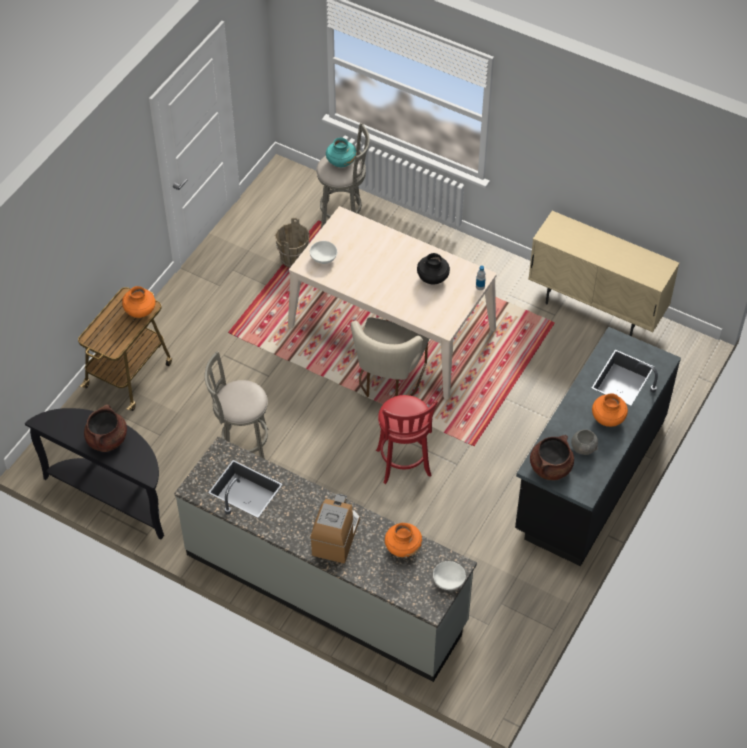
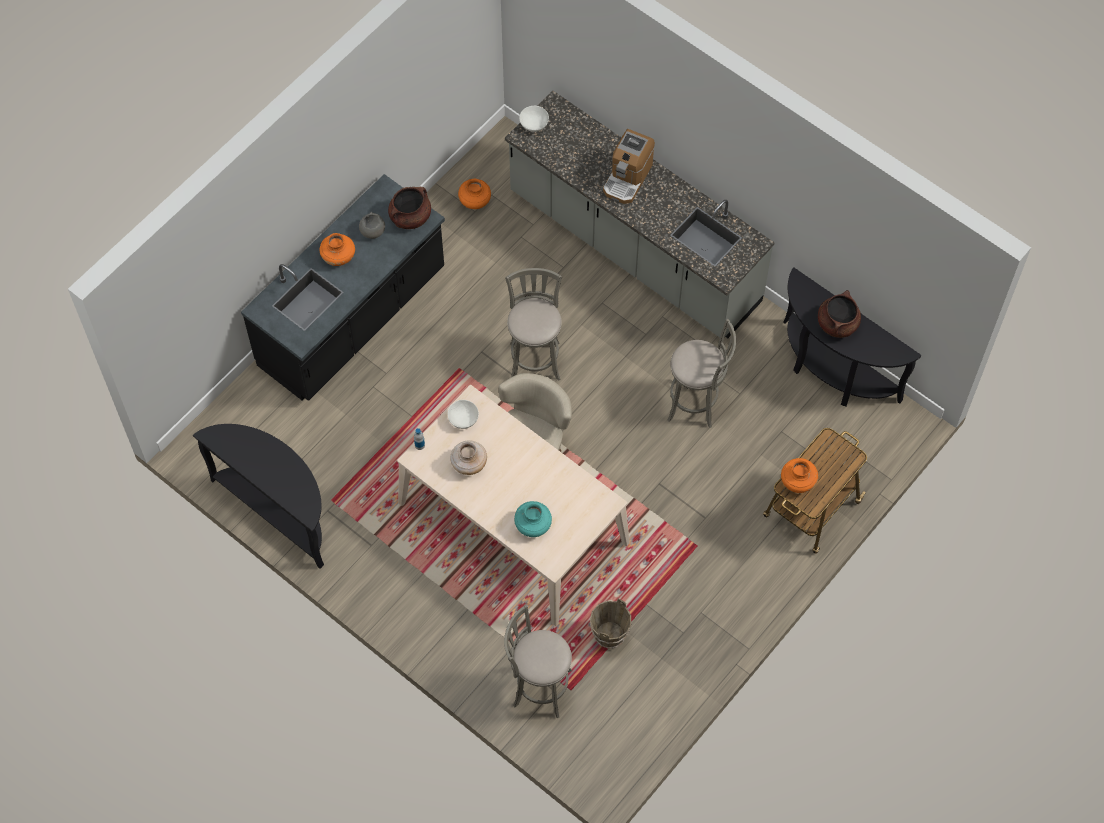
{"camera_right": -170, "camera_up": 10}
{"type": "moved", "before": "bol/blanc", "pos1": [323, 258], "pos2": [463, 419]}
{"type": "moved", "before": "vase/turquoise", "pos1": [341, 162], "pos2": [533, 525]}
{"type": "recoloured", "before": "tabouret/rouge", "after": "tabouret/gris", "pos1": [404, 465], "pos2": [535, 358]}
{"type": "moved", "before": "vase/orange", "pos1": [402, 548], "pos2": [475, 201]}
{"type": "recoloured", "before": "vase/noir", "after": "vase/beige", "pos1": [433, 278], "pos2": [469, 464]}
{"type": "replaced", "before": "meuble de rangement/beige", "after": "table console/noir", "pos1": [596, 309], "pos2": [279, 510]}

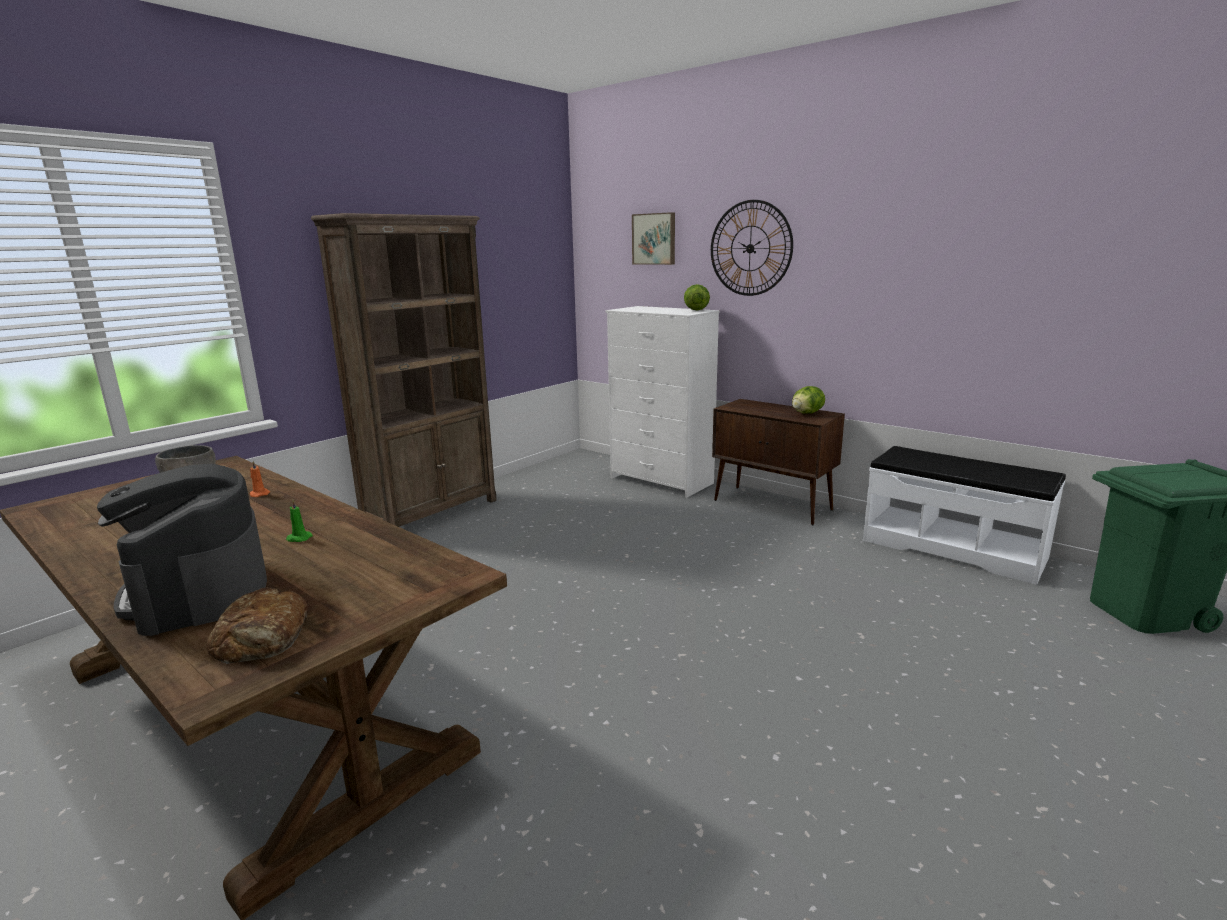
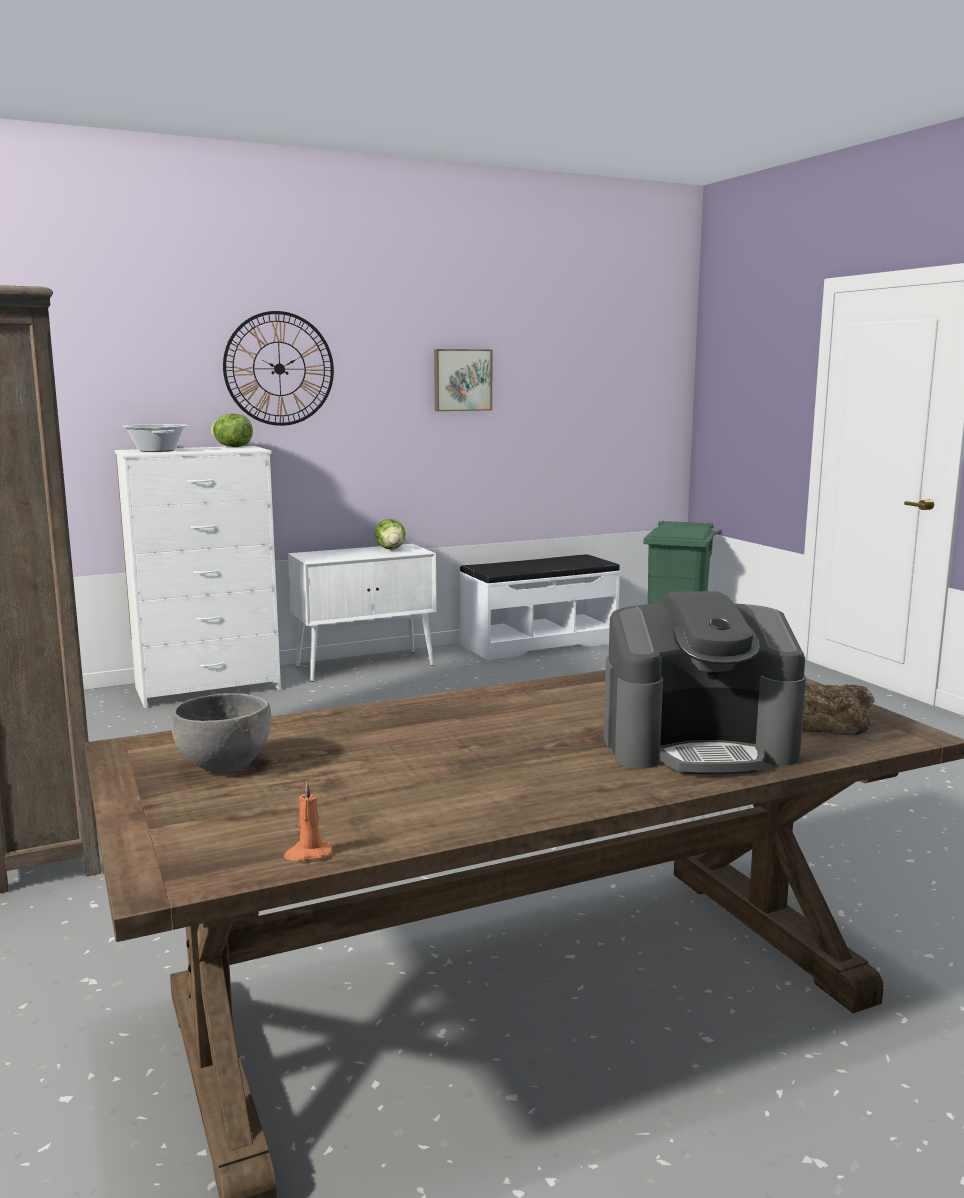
{"camera_right": -65, "camera_up": -5}
{"type": "moved", "before": "bougie/orange", "pos1": [259, 494], "pos2": [307, 854]}
{"type": "removed", "before": "bougie/vert", "pos1": [298, 538]}
{"type": "moved", "before": "tableau", "pos1": [654, 239], "pos2": [462, 380]}
{"type": "recoloured", "before": "meuble de rangement/marron", "after": "meuble de rangement/blanc", "pos1": [773, 505], "pos2": [366, 666]}
{"type": "added", "after": "marmite", "pos2": [157, 450]}

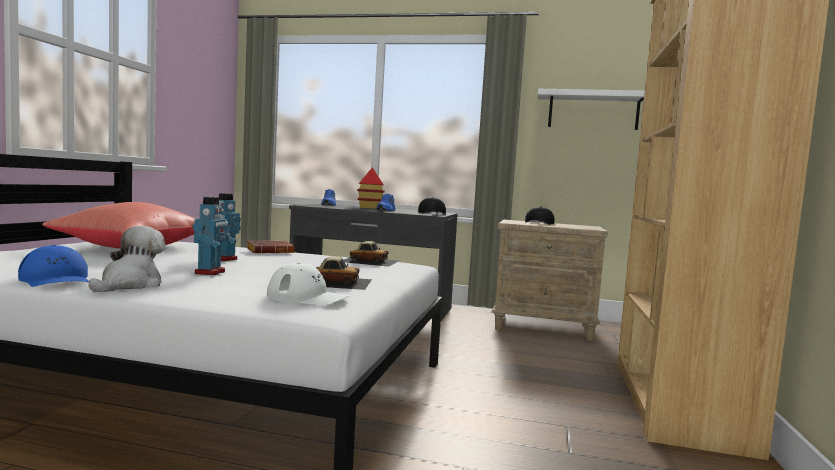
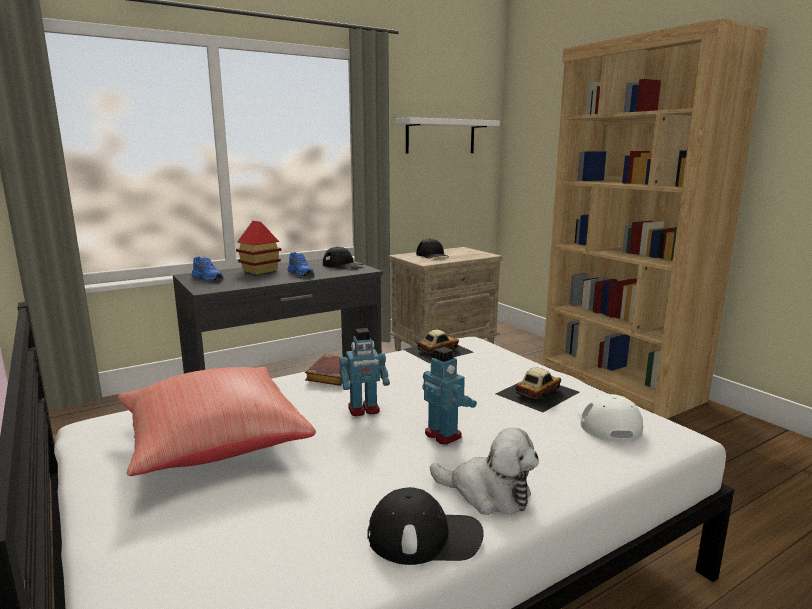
{"camera_right": -45, "camera_up": 10}
{"type": "recoloured", "before": "casquette/bleu", "after": "casquette/noir", "pos1": [56, 280], "pos2": [425, 536]}
{"type": "turned", "before": "peluche", "pos1": [130, 285], "pos2": [487, 493], "turn": 150}
{"type": "turned", "before": "casquette/blanc", "pos1": [308, 297], "pos2": [607, 422], "turn": -60}

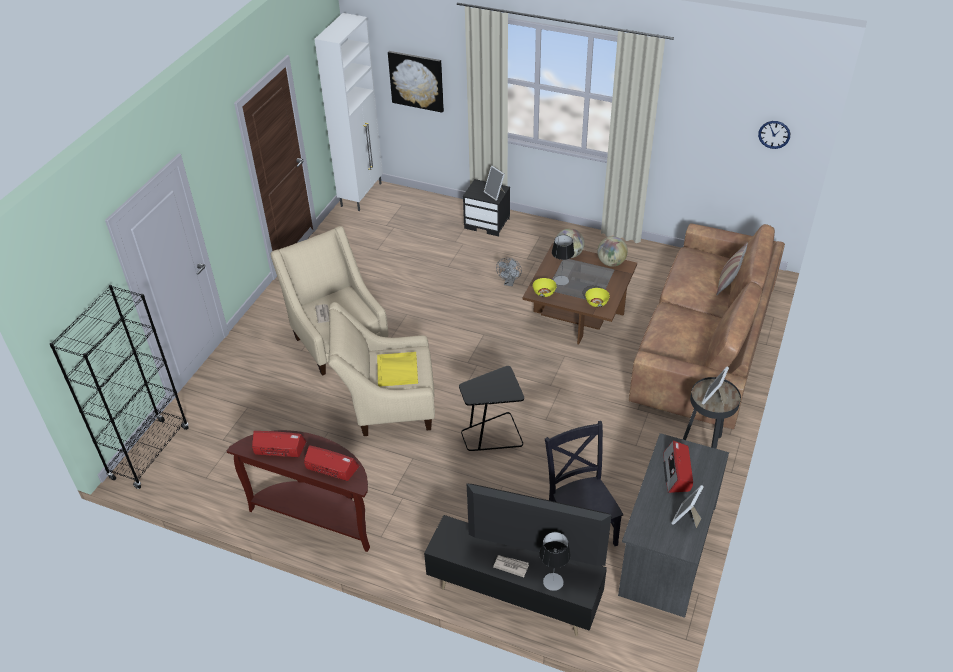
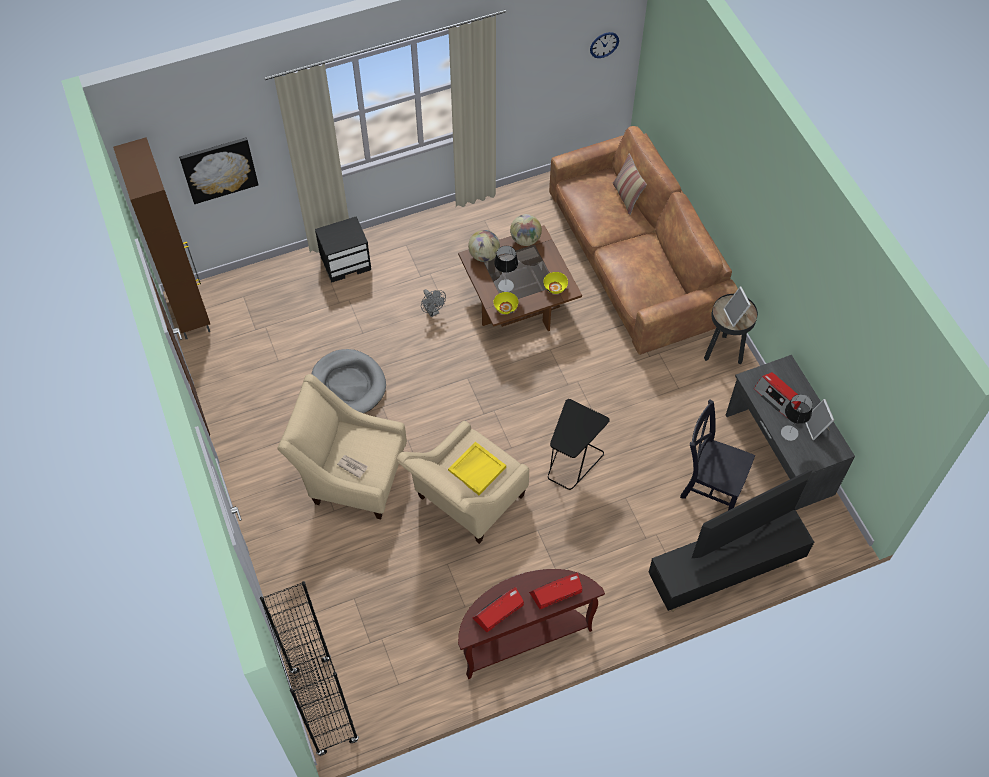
{"camera_right": -45, "camera_up": 15}
{"type": "recoloured", "before": "meuble de rangement/blanc", "after": "meuble de rangement/marron", "pos1": [362, 194], "pos2": [190, 311]}
{"type": "removed", "before": "cadre photo", "pos1": [495, 194]}
{"type": "removed", "before": "journal", "pos1": [511, 566]}
{"type": "moved", "before": "lampe de table", "pos1": [553, 582], "pos2": [789, 433]}
{"type": "added", "after": "panier pour chien/gris", "pos2": [348, 385]}

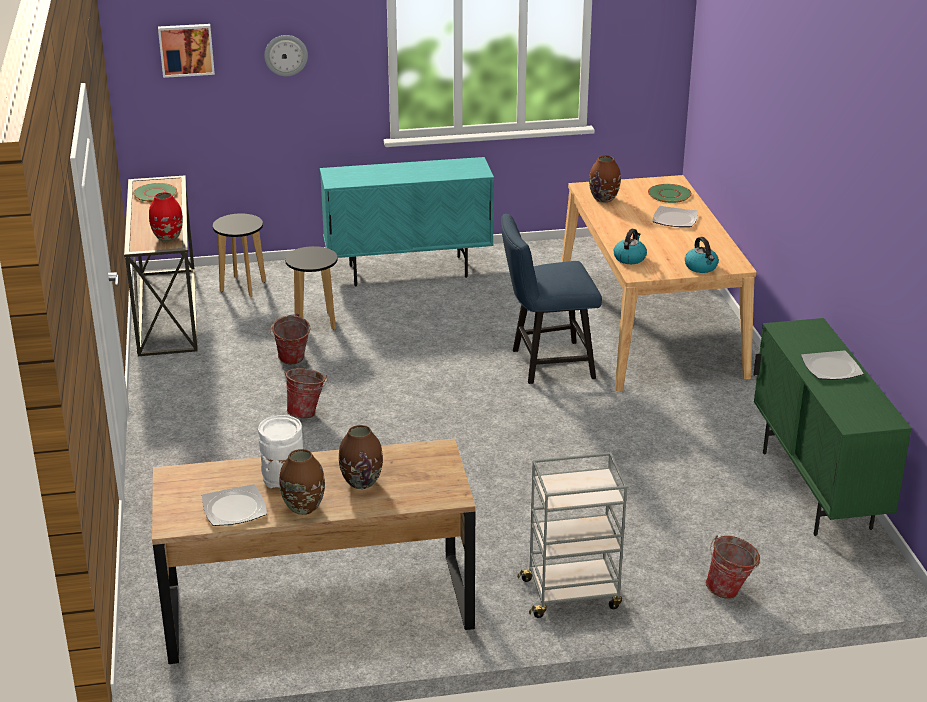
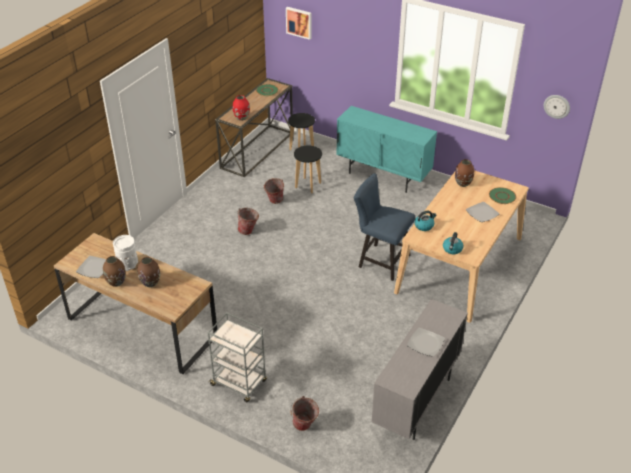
{"camera_right": 40, "camera_up": 10}
{"type": "moved", "before": "horloge murale", "pos1": [285, 55], "pos2": [557, 106]}
{"type": "recoloured", "before": "meuble de rangement/vert", "after": "meuble de rangement/gris", "pos1": [816, 490], "pos2": [416, 402]}

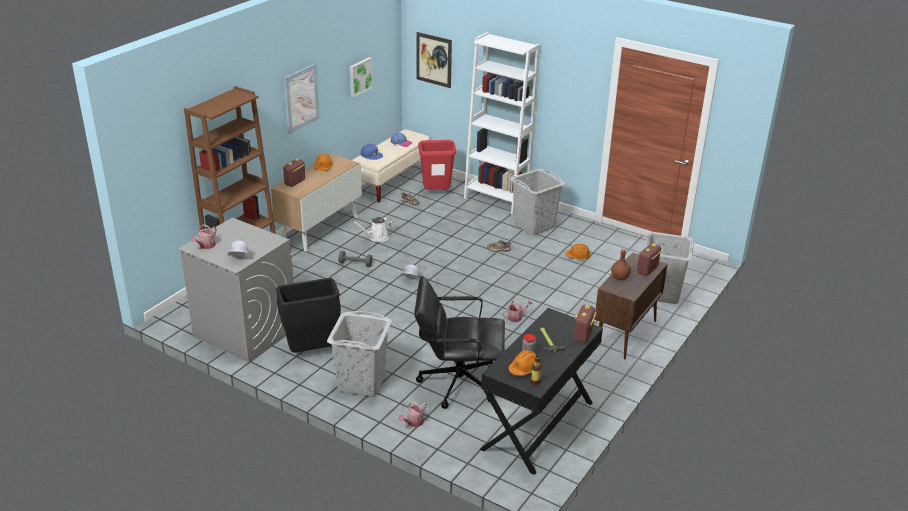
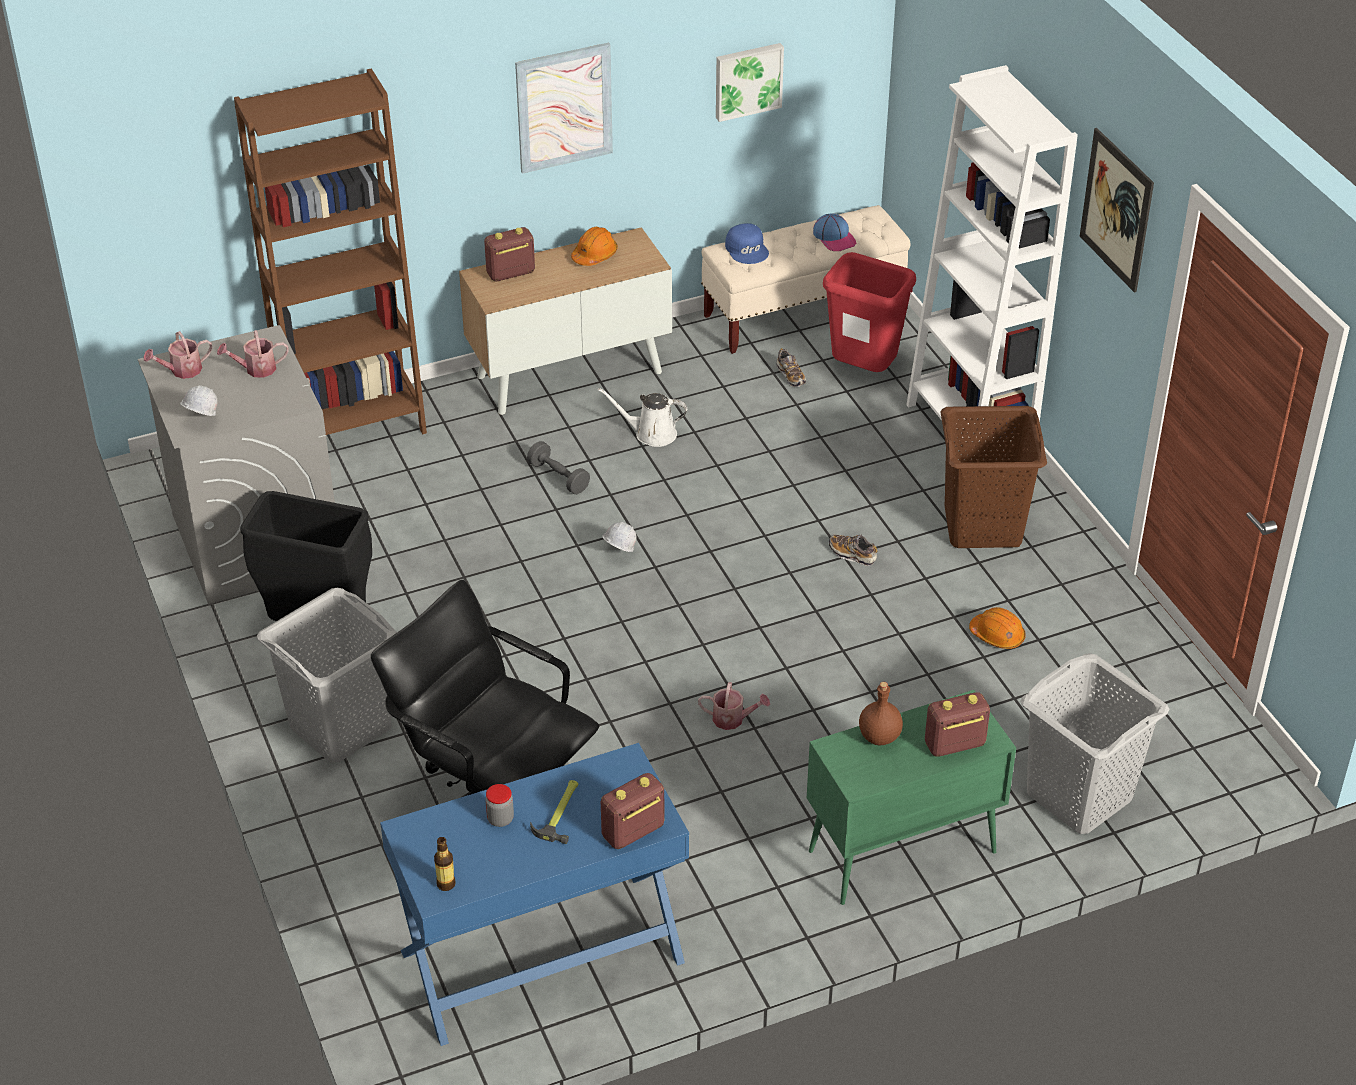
{"camera_right": 35, "camera_up": 10}
{"type": "moved", "before": "arrosoir", "pos1": [413, 423], "pos2": [256, 369]}
{"type": "moved", "before": "tableau", "pos1": [434, 60], "pos2": [1116, 210]}
{"type": "recoloured", "before": "bureau/noir", "after": "bureau/bleu", "pos1": [538, 426], "pos2": [542, 958]}
{"type": "removed", "before": "casque de chantier/orange", "pos1": [524, 368]}
{"type": "recoloured", "before": "panier à linge/gris", "after": "panier à linge/marron", "pos1": [534, 225], "pos2": [983, 526]}
{"type": "recoloured", "before": "meuble de rangement/marron", "after": "meuble de rangement/vert", "pos1": [625, 334], "pos2": [900, 853]}

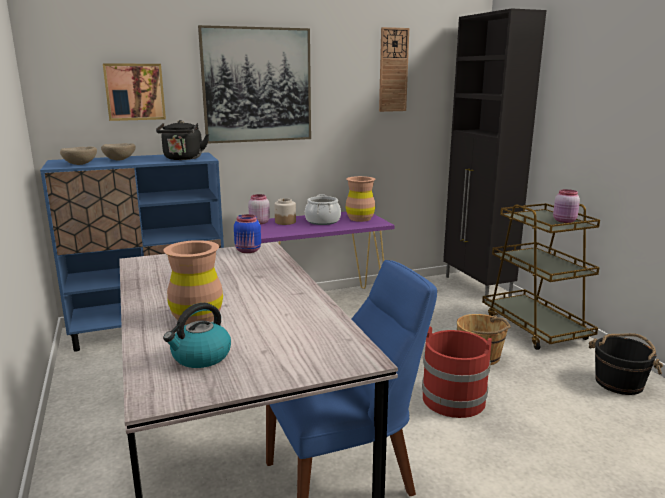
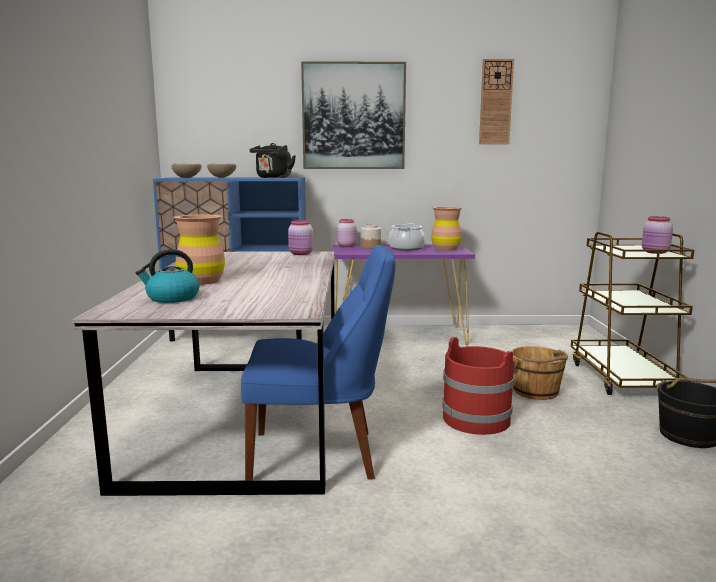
{"camera_right": 20, "camera_up": -5}
{"type": "removed", "before": "tableau", "pos1": [134, 92]}
{"type": "recoloured", "before": "bocal/bleu", "after": "bocal/rose", "pos1": [248, 251], "pos2": [301, 254]}
{"type": "removed", "before": "meuble de rangement/noir", "pos1": [477, 287]}

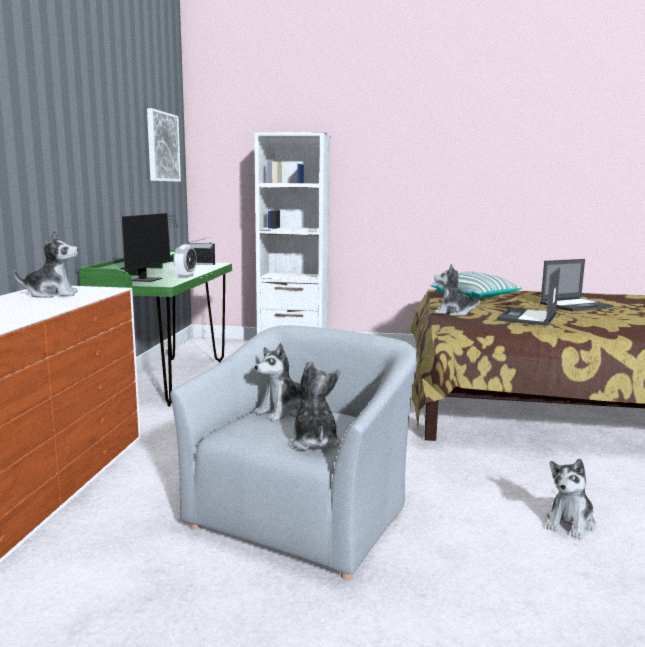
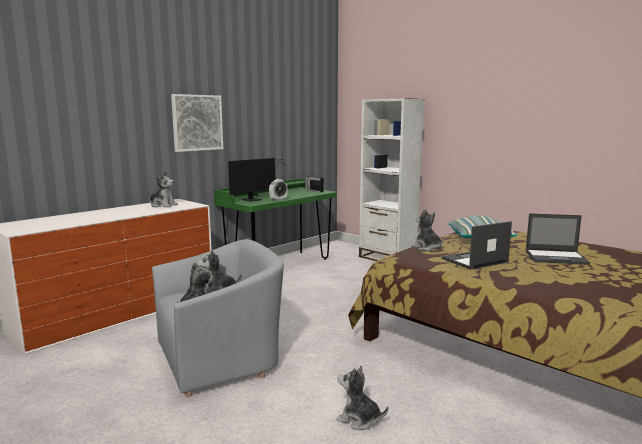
{"camera_right": 35, "camera_up": 0}
{"type": "moved", "before": "tableau", "pos1": [162, 147], "pos2": [197, 122]}
{"type": "turned", "before": "peluche", "pos1": [570, 523], "pos2": [359, 419], "turn": 45}

